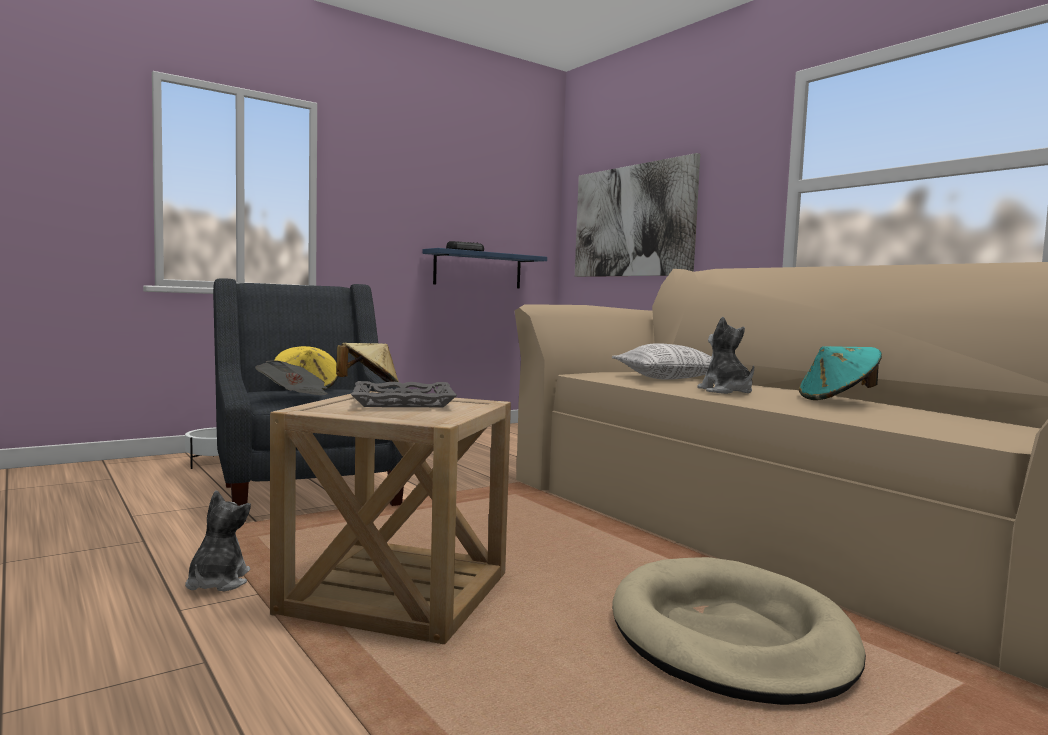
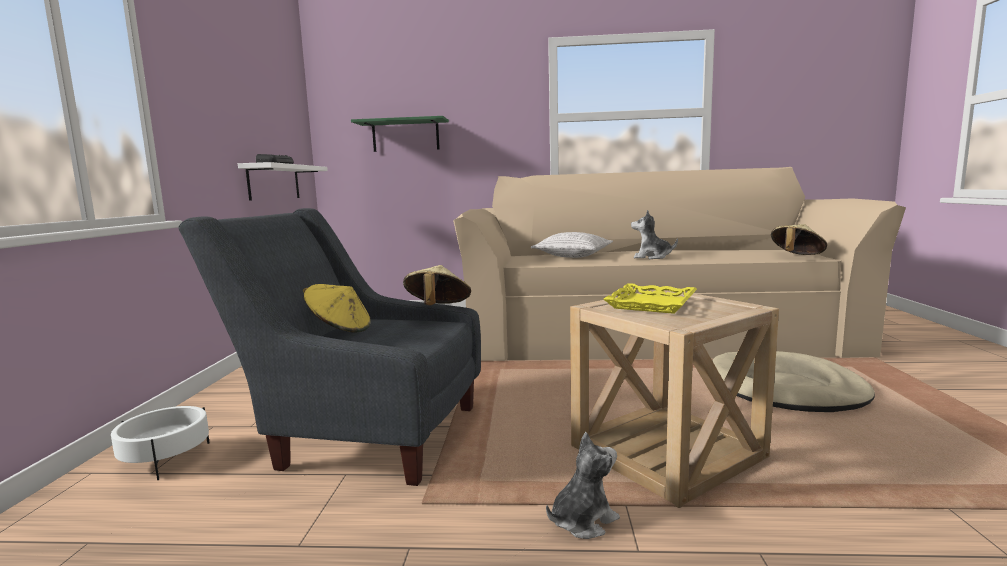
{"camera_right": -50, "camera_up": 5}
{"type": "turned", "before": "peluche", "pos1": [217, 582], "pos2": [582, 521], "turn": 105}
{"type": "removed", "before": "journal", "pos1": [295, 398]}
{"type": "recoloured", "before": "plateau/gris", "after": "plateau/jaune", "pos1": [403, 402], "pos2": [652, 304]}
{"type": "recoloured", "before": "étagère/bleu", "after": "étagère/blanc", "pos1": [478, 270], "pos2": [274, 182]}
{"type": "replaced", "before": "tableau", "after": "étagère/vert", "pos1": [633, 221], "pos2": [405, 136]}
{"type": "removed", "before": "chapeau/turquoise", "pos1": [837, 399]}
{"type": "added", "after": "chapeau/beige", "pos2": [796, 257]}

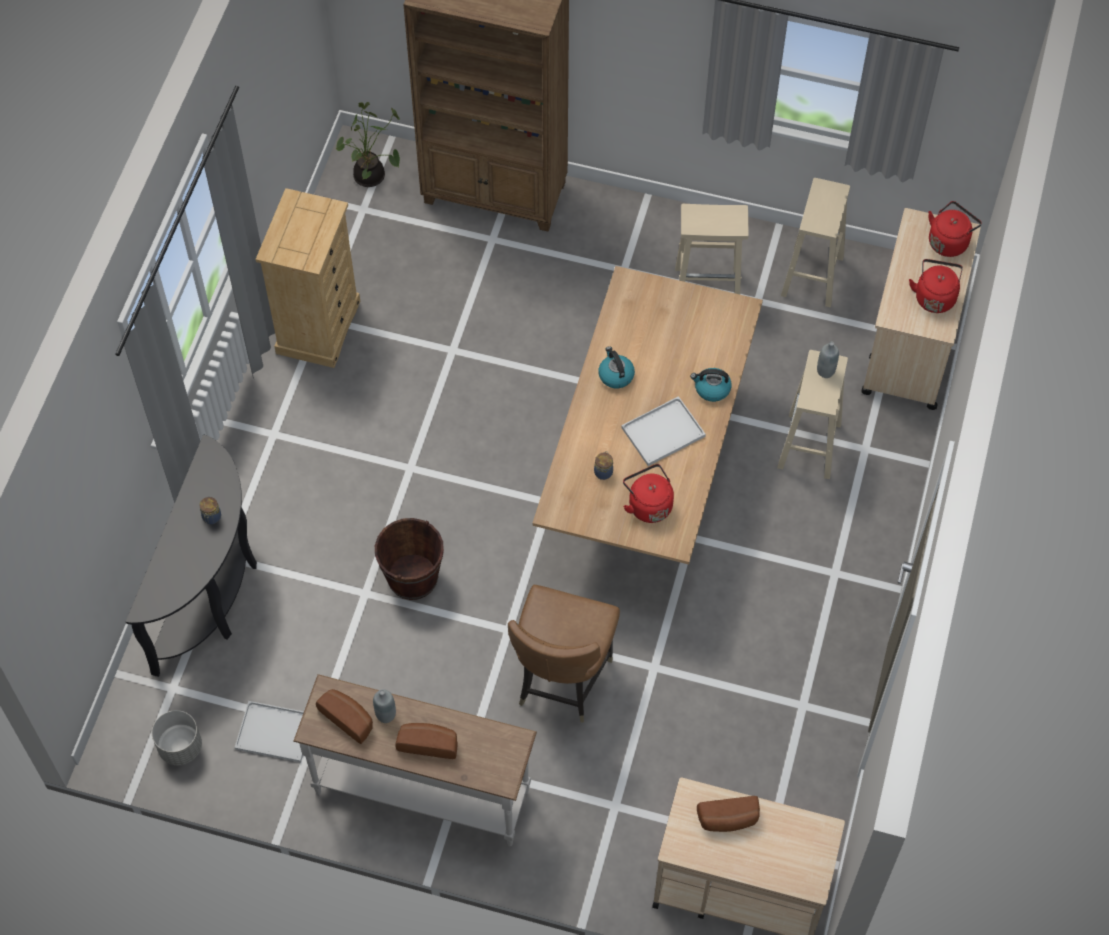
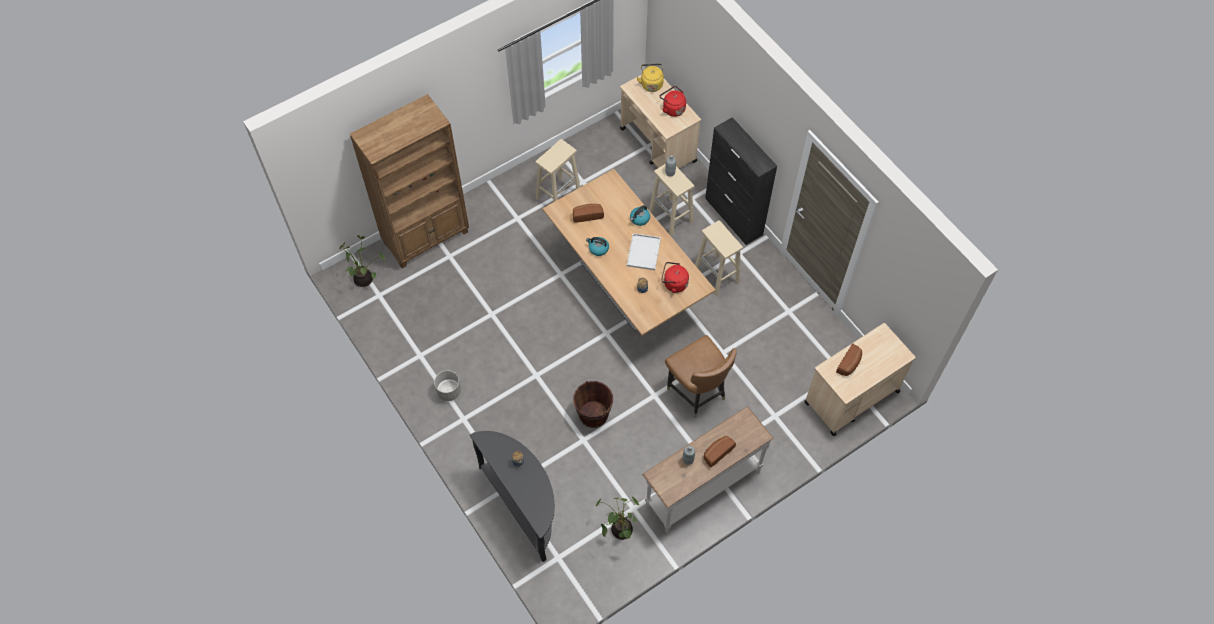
{"camera_right": -50, "camera_up": 0}
{"type": "moved", "before": "cache-pot/gris", "pos1": [180, 746], "pos2": [449, 391]}
{"type": "replaced", "before": "plateau/blanc", "after": "plante en pot", "pos1": [273, 732], "pos2": [619, 529]}
{"type": "removed", "before": "commode/beige", "pos1": [318, 326]}
{"type": "moved", "before": "pain", "pos1": [348, 718], "pos2": [587, 215]}
{"type": "moved", "before": "tabouret/beige", "pos1": [812, 277], "pos2": [717, 276]}
{"type": "recoloured", "before": "bouilloire/rouge", "after": "bouilloire/jaune", "pos1": [949, 241], "pos2": [651, 83]}
{"type": "added", "after": "meuble de rangement/noir", "pos2": [734, 217]}

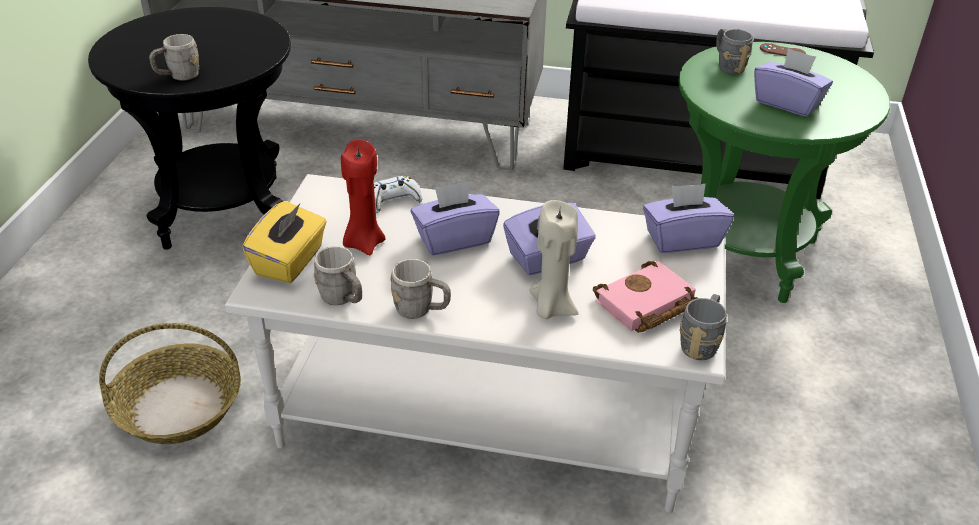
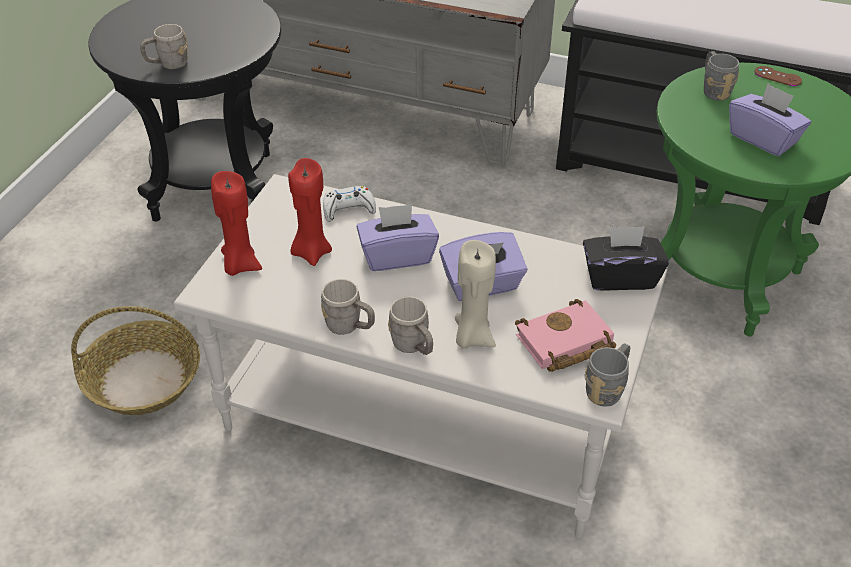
{"camera_right": 10, "camera_up": 5}
{"type": "replaced", "before": "boîte à mouchoirs/jaune", "after": "bougie/rouge", "pos1": [290, 262], "pos2": [240, 265]}
{"type": "moved", "before": "mug/gris", "pos1": [343, 299], "pos2": [413, 347]}
{"type": "recoloured", "before": "boîte à mouchoirs/violet", "after": "boîte à mouchoirs/noir", "pos1": [682, 239], "pos2": [620, 277]}

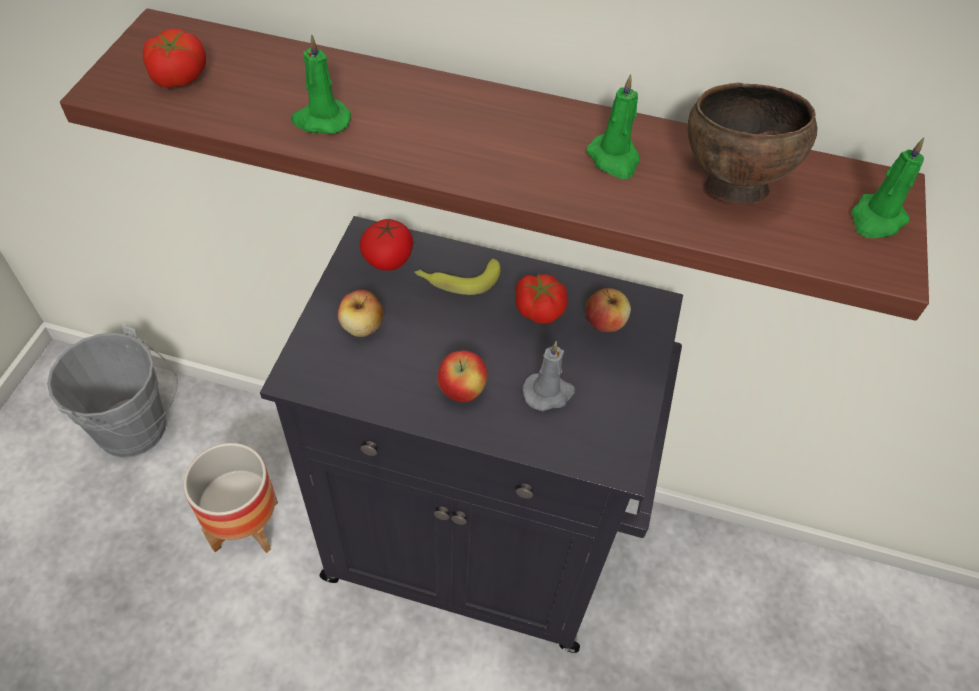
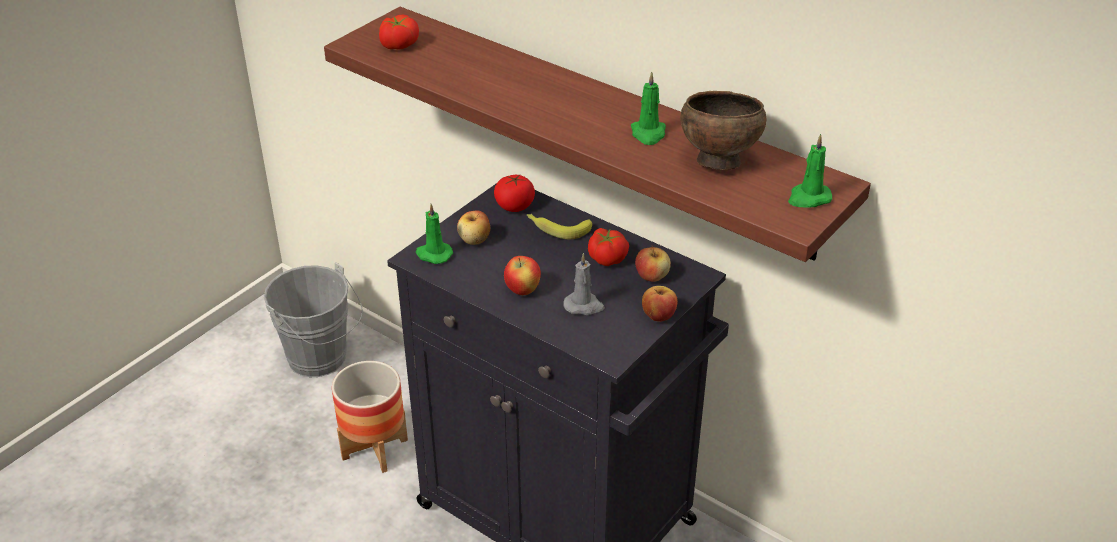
{"camera_right": 25, "camera_up": -15}
{"type": "moved", "before": "bougie/vert", "pos1": [321, 120], "pos2": [433, 254]}
{"type": "added", "after": "pomme", "pos2": [658, 315]}

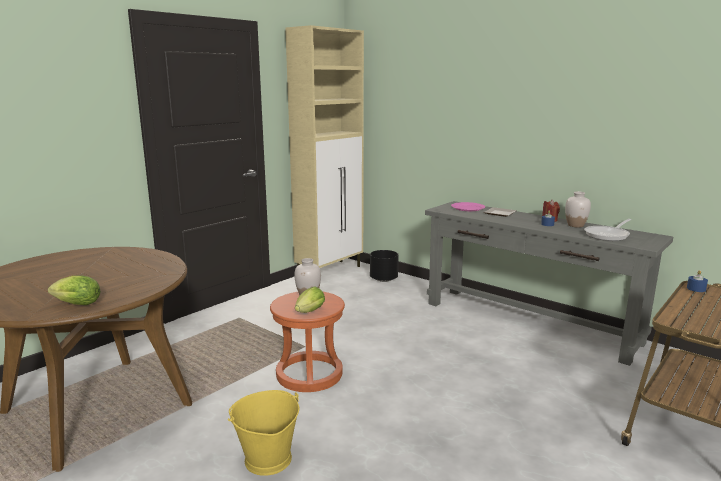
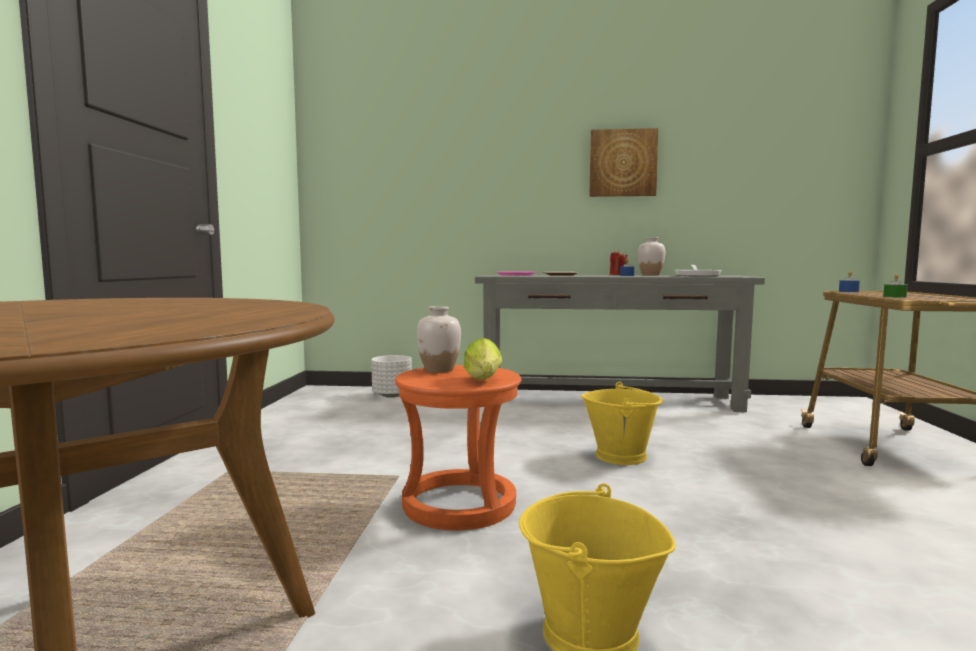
{"camera_right": -35, "camera_up": -10}
{"type": "removed", "before": "laitue", "pos1": [75, 304]}
{"type": "removed", "before": "meuble de rangement/beige", "pos1": [330, 271]}
{"type": "recoloured", "before": "cache-pot/noir", "after": "cache-pot/blanc", "pos1": [383, 279], "pos2": [392, 395]}
{"type": "added", "after": "seau/jaune", "pos2": [621, 456]}
{"type": "added", "after": "tableau", "pos2": [622, 163]}
{"type": "added", "after": "bougie/vert", "pos2": [894, 296]}

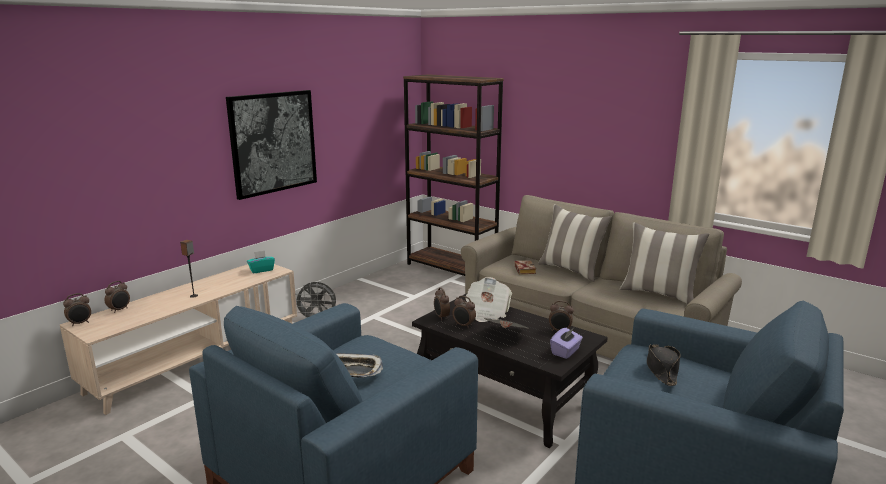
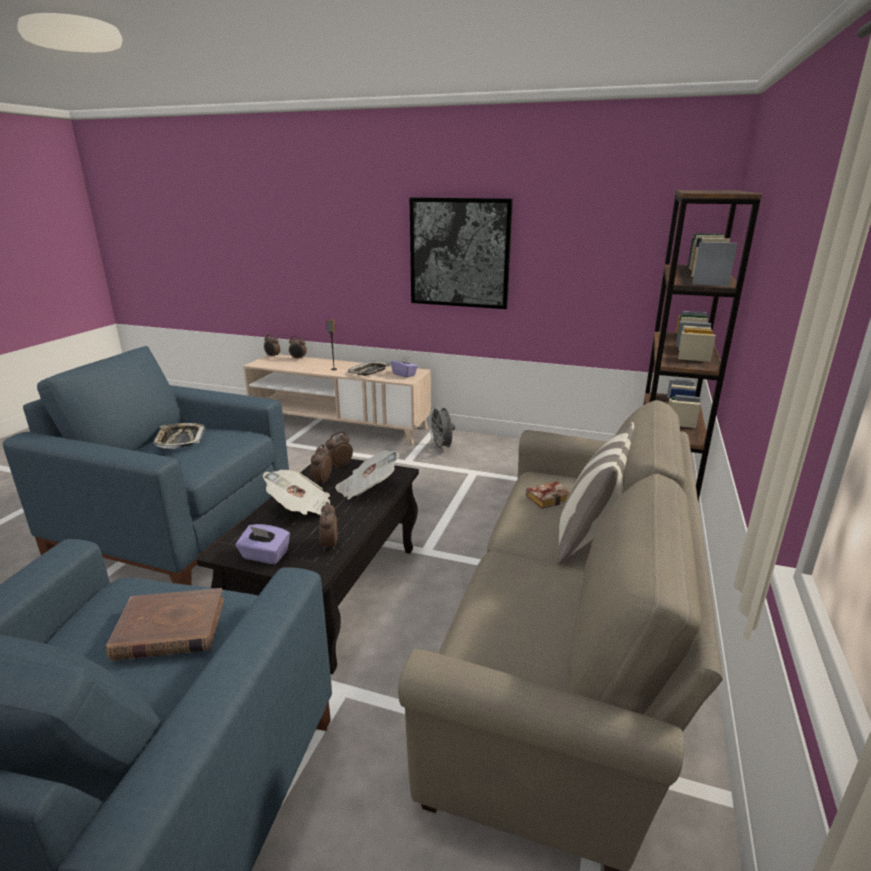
{"camera_right": 70, "camera_up": 5}
{"type": "recoloured", "before": "boîte à mouchoirs/turquoise", "after": "boîte à mouchoirs/violet", "pos1": [261, 270], "pos2": [404, 374]}
{"type": "removed", "before": "coussin", "pos1": [659, 294]}
{"type": "replaced", "before": "chapeau/noir", "after": "livre/marron", "pos1": [661, 369], "pos2": [169, 629]}
{"type": "added", "after": "plateau", "pos2": [369, 372]}

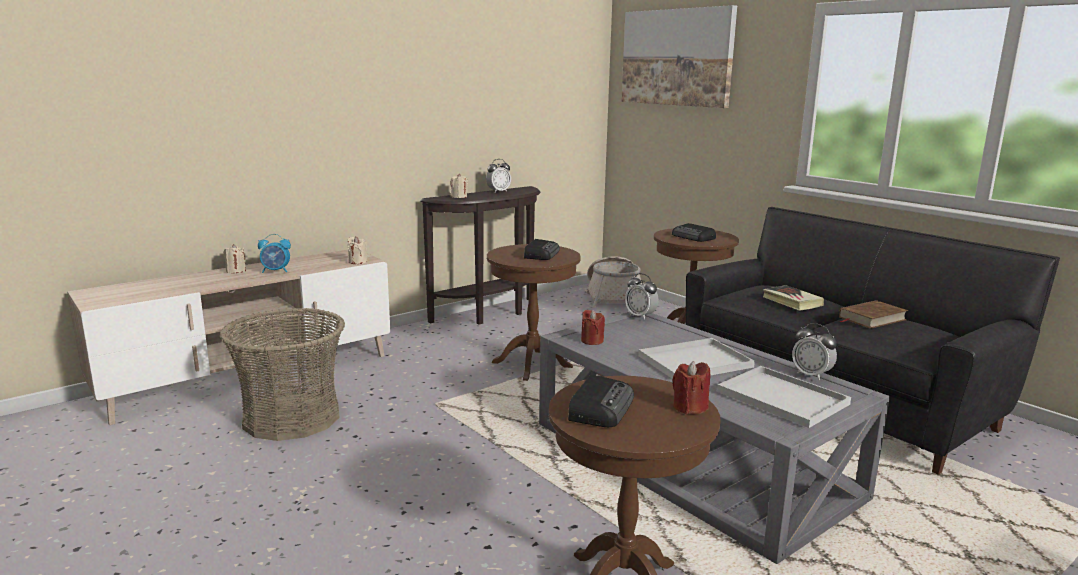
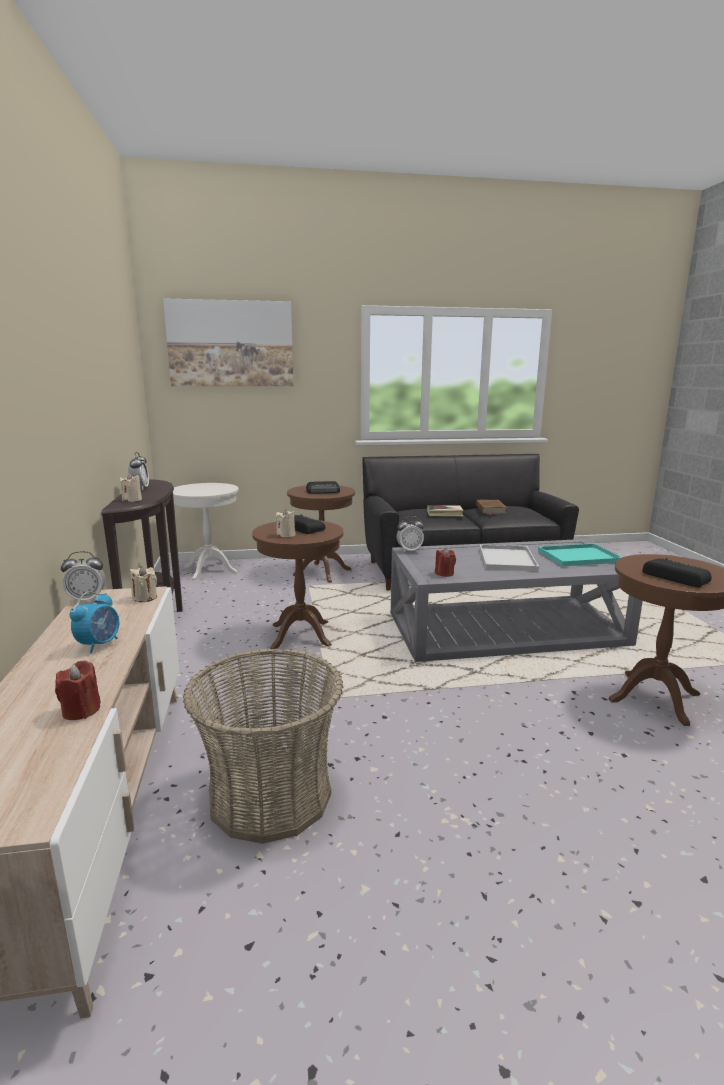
{"camera_right": -60, "camera_up": 0}
{"type": "moved", "before": "bougie/beige", "pos1": [236, 271], "pos2": [286, 535]}
{"type": "replaced", "before": "panier", "after": "table d'appoint/blanc", "pos1": [614, 297], "pos2": [210, 569]}
{"type": "moved", "before": "bougie/rouge", "pos1": [690, 407], "pos2": [81, 710]}
{"type": "recoloured", "before": "plateau/blanc", "after": "plateau/turquoise", "pos1": [785, 398], "pos2": [579, 556]}
{"type": "moved", "before": "réveil", "pos1": [811, 375], "pos2": [87, 600]}

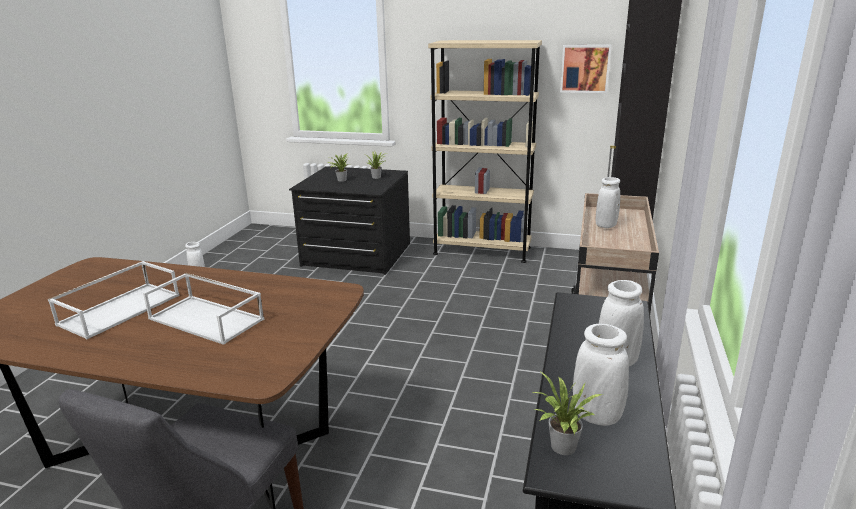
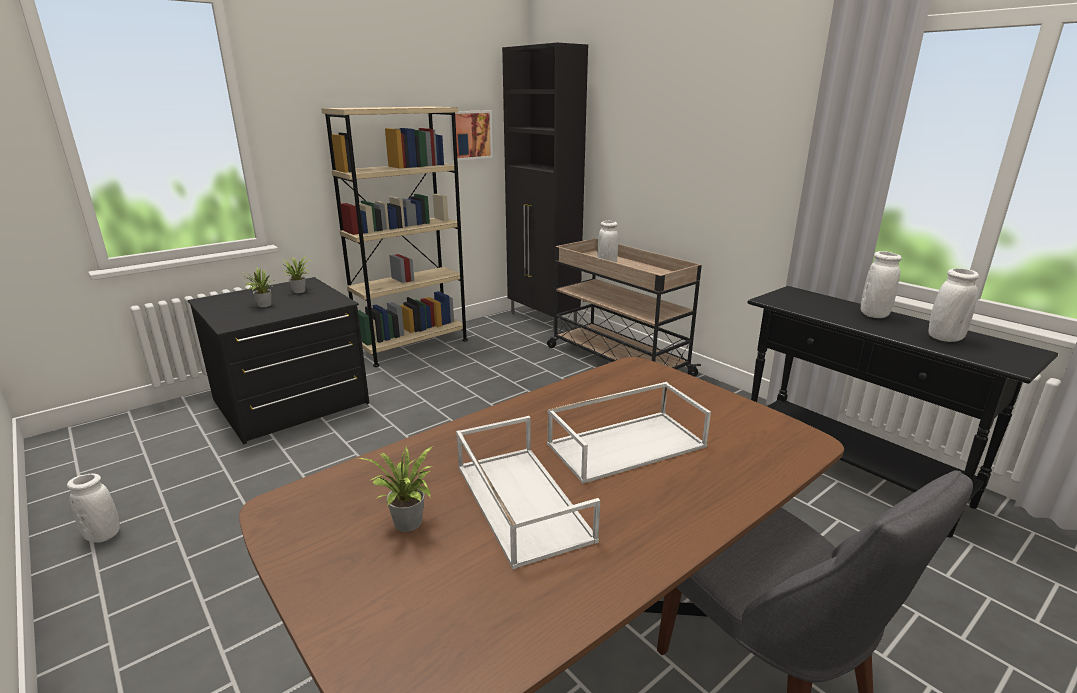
{"camera_right": -55, "camera_up": 0}
{"type": "moved", "before": "plante en pot", "pos1": [561, 448], "pos2": [408, 525]}

